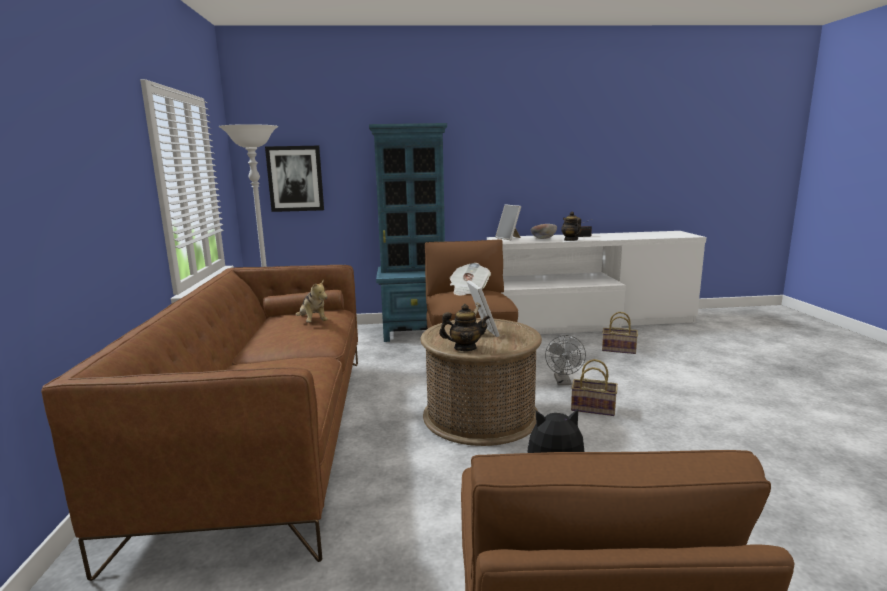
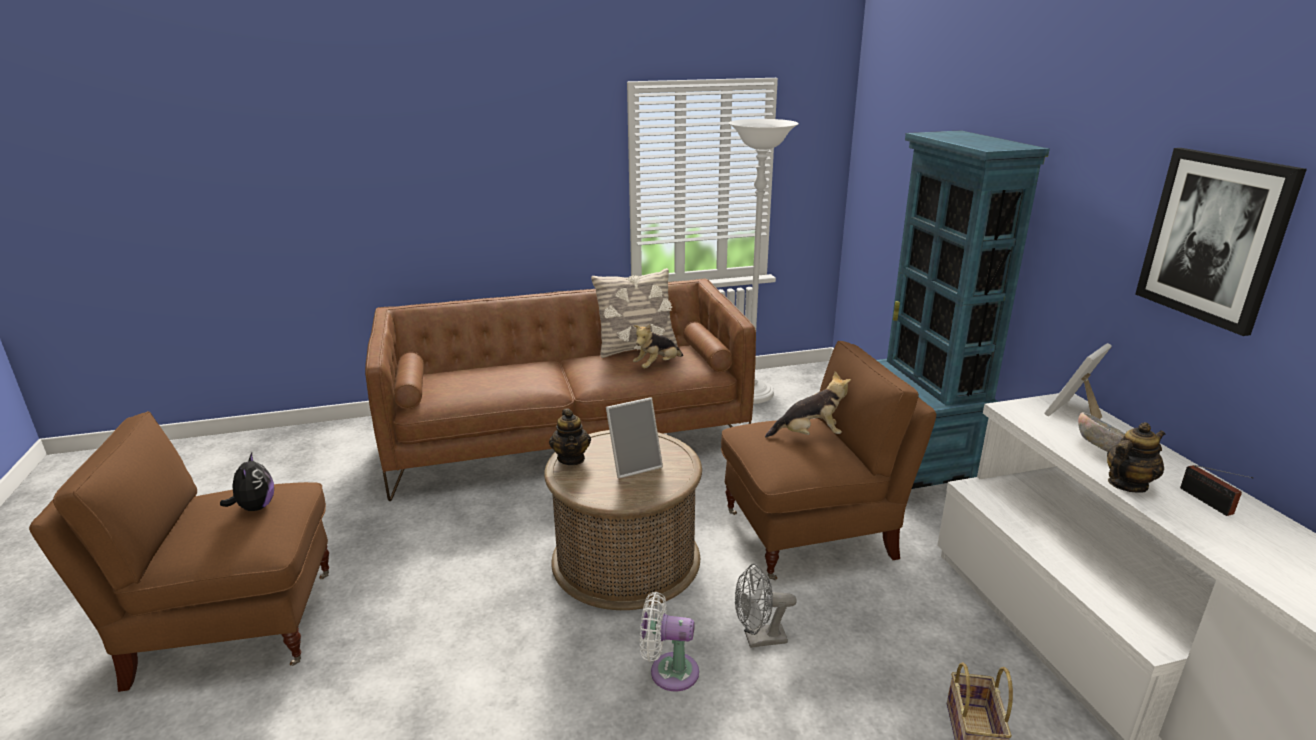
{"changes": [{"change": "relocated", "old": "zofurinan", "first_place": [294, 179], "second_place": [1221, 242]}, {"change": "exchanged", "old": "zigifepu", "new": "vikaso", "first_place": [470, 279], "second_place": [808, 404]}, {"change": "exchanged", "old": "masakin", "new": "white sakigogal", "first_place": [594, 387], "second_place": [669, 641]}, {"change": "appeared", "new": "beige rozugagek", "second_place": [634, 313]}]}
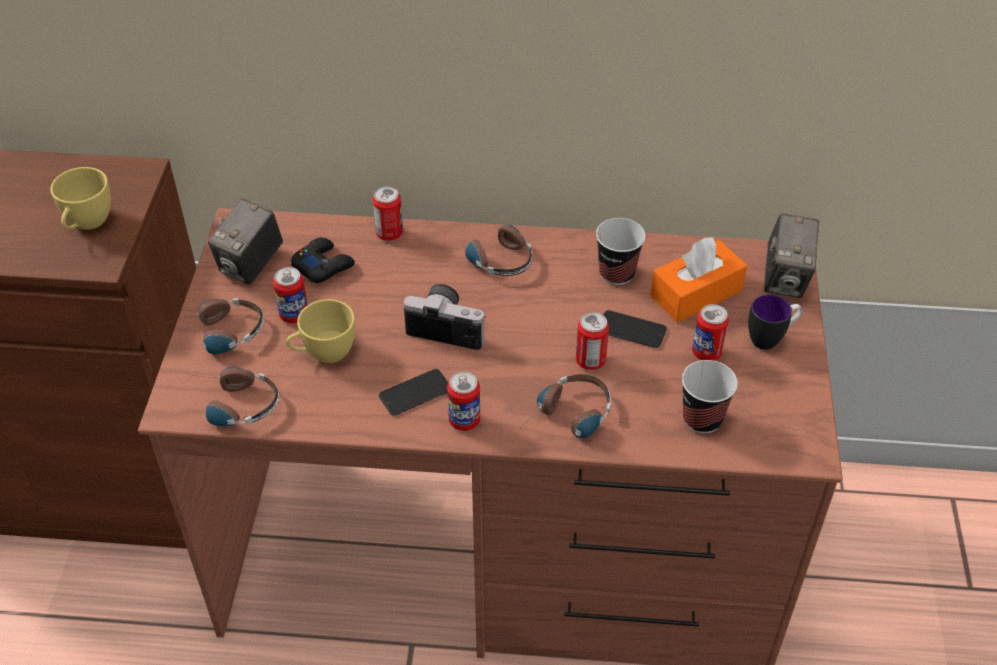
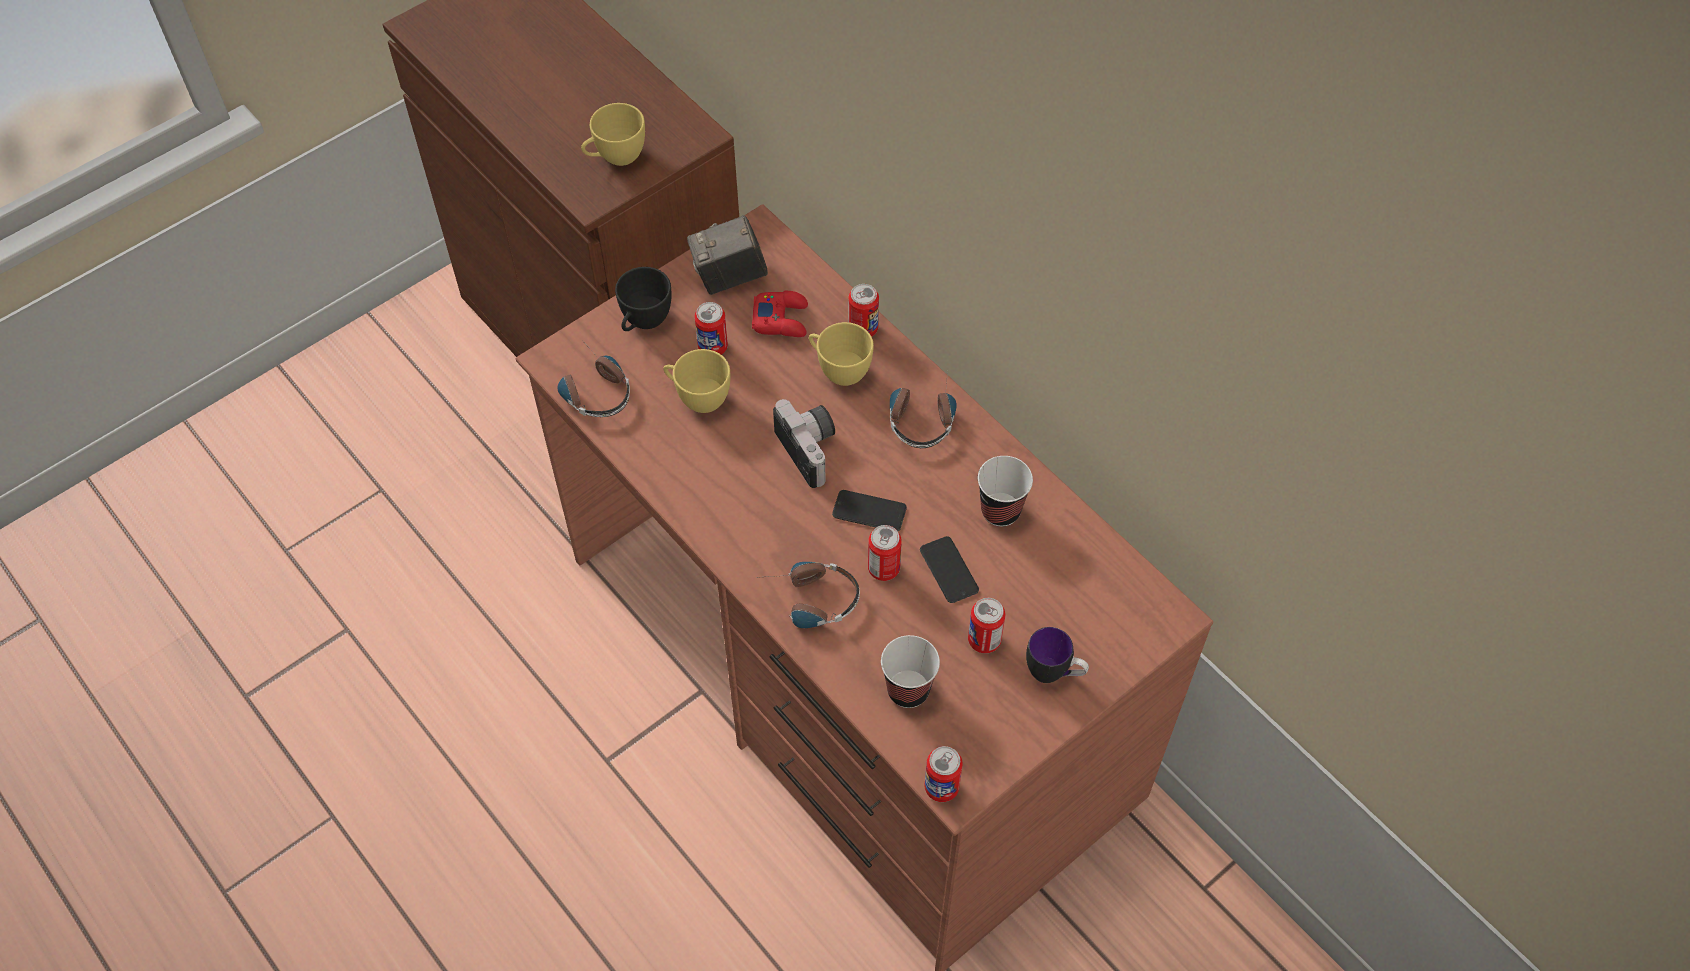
{"changes": [{"change": "exchanged", "old": "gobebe", "new": "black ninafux", "first_place": [215, 326], "second_place": [643, 299]}, {"change": "colour", "old": "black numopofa", "new": "red numopofa", "first_place": [323, 260], "second_place": [780, 314]}, {"change": "relocated", "old": "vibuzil", "first_place": [413, 392], "second_place": [869, 510]}, {"change": "relocated", "old": "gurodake", "first_place": [463, 401], "second_place": [943, 774]}, {"change": "missing", "old": "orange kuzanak", "first_place": [698, 280]}, {"change": "missing", "old": "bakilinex", "first_place": [792, 255]}, {"change": "appeared", "new": "yellow ninafux", "second_place": [841, 354]}]}
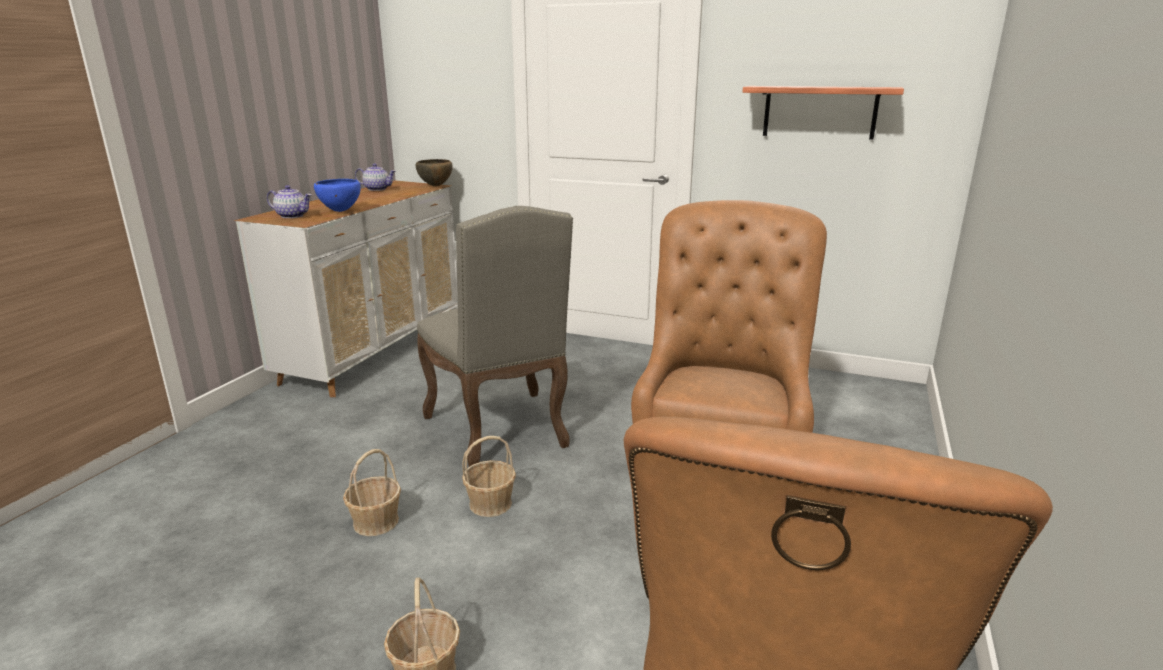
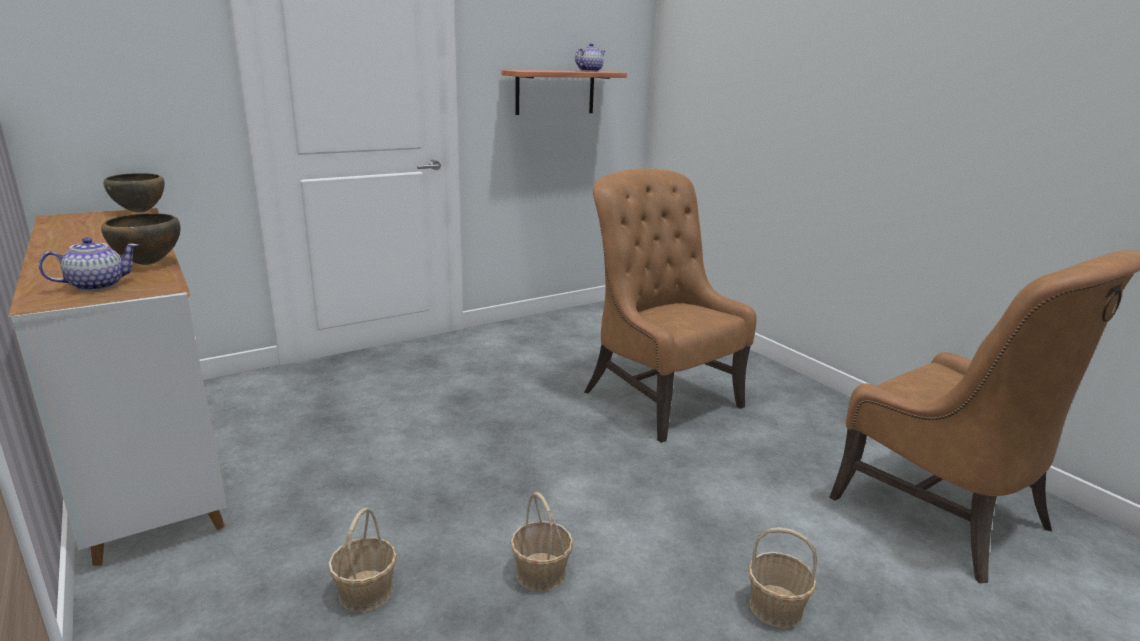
{"changes": [{"change": "colour", "old": "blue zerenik", "new": "brown zerenik", "first_place": [337, 195], "second_place": [141, 239]}, {"change": "relocated", "old": "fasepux", "first_place": [375, 177], "second_place": [590, 57]}, {"change": "missing", "old": "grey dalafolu", "first_place": [495, 336]}, {"change": "relocated", "old": "masakin", "first_place": [489, 476], "second_place": [362, 559]}]}
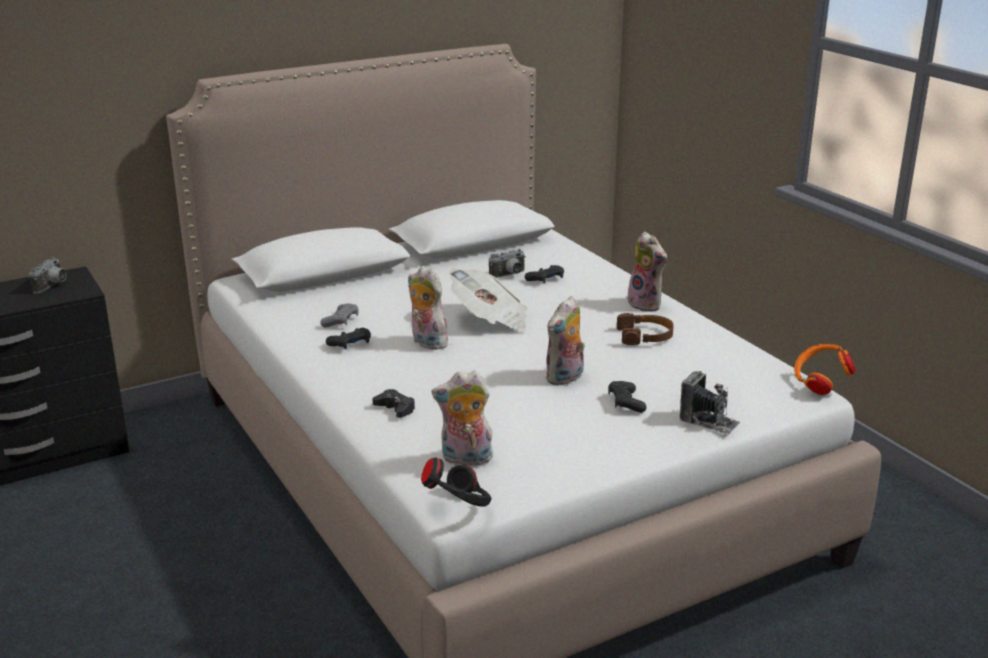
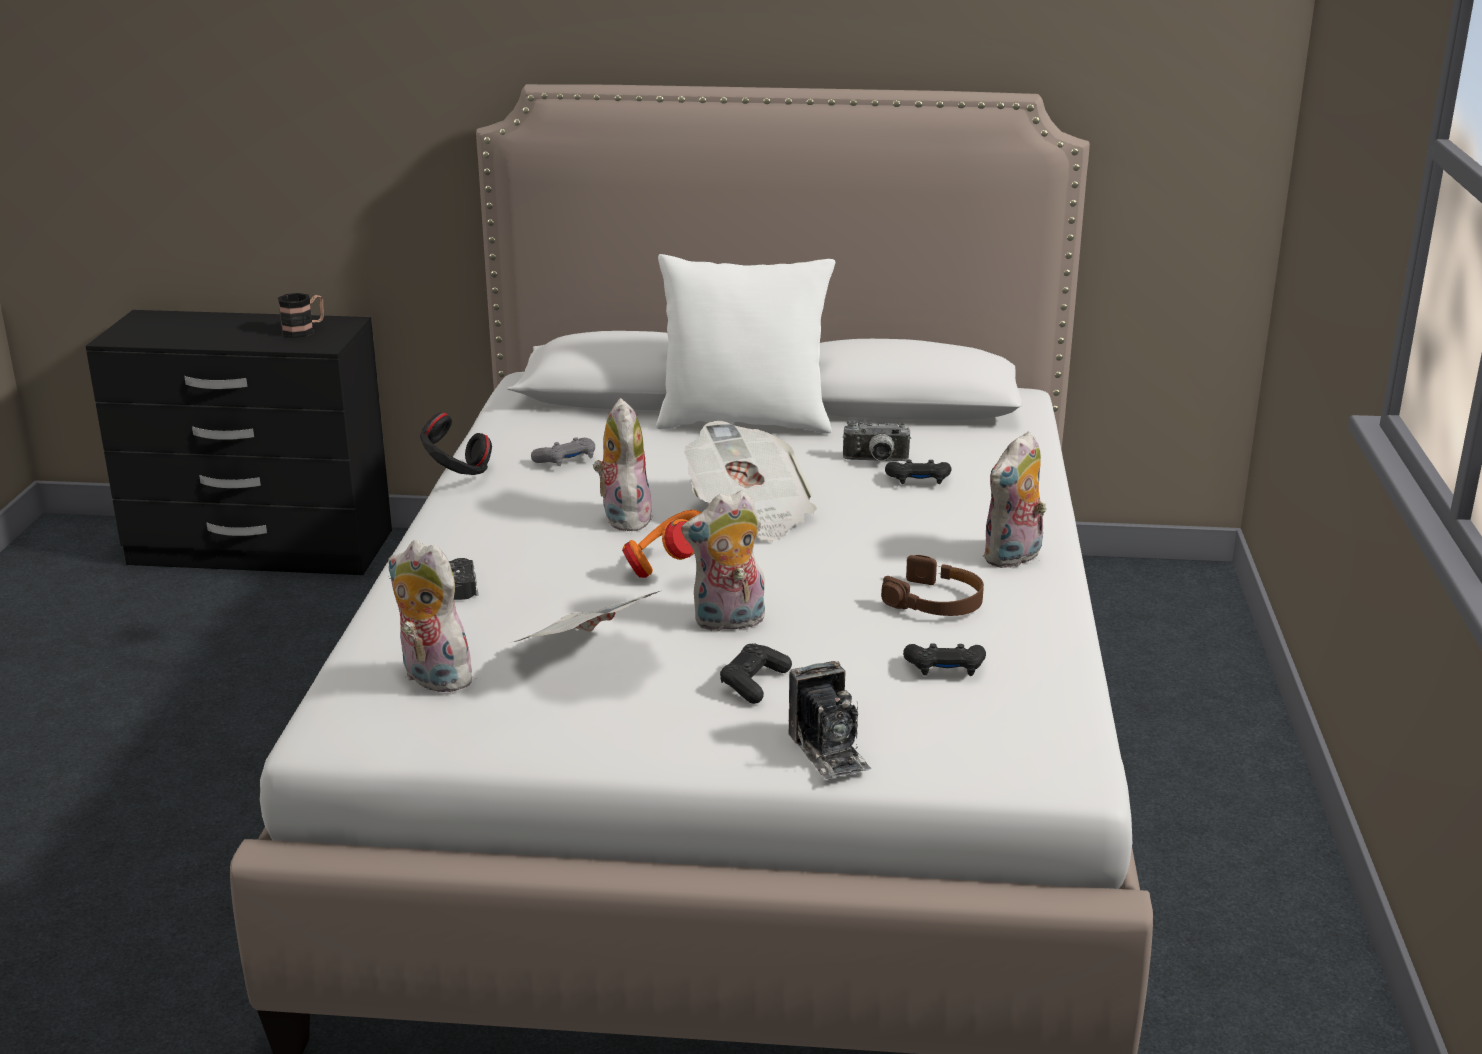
{"changes": [{"change": "exchanged", "old": "bakilinex", "new": "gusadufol", "first_place": [48, 275], "second_place": [301, 315]}, {"change": "relocated", "old": "black numopofa", "first_place": [348, 338], "second_place": [944, 659]}, {"change": "relocated", "old": "black gobebe", "first_place": [456, 482], "second_place": [456, 444]}, {"change": "spun", "old": "vikaso", "first_place": [647, 272], "second_place": [1014, 499], "degrees": 45}, {"change": "relocated", "old": "orange gobebe", "first_place": [825, 369], "second_place": [662, 544]}, {"change": "appeared", "new": "zigifepu", "second_place": [585, 617]}, {"change": "appeared", "new": "white rozugagek", "second_place": [745, 344]}]}
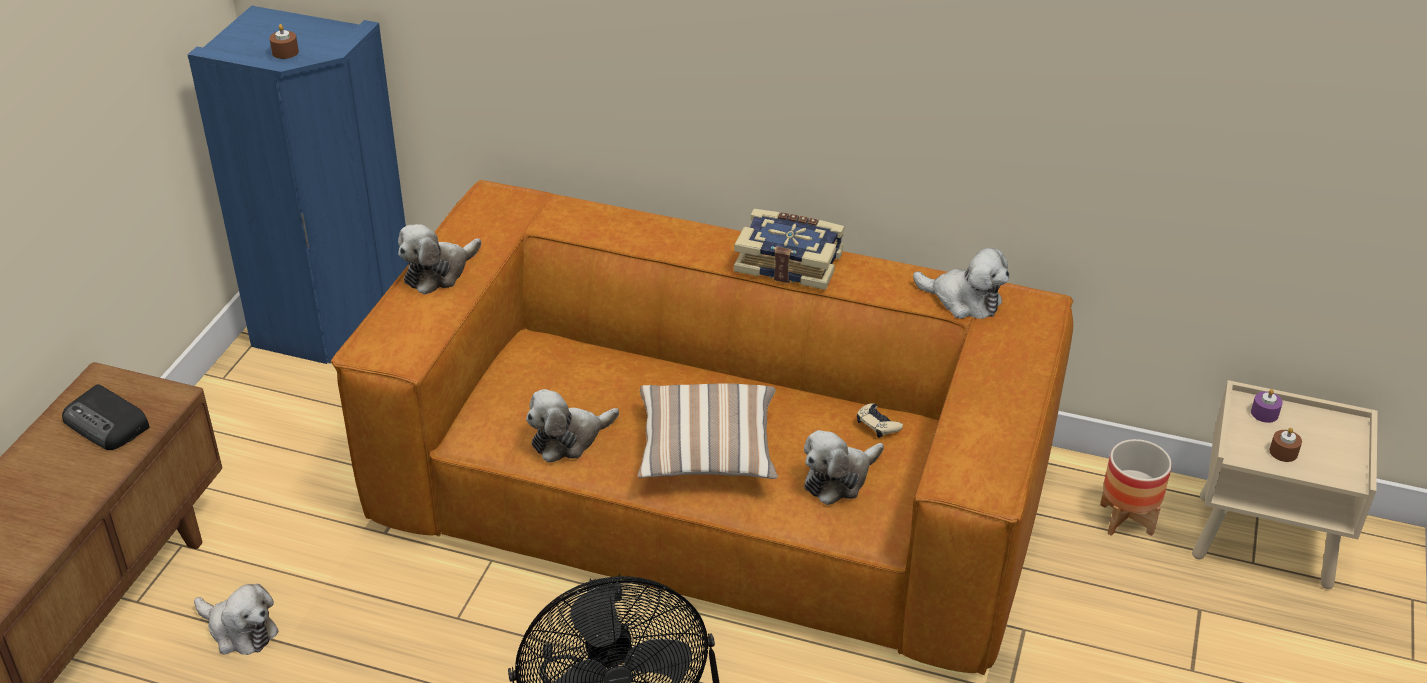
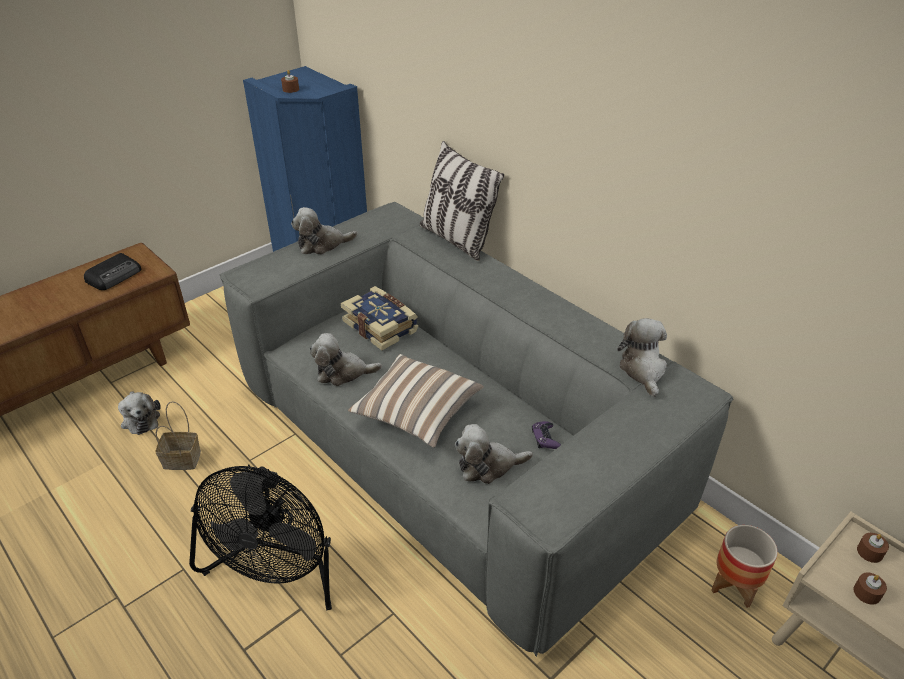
{"changes": [{"change": "spun", "old": "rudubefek", "first_place": [106, 417], "second_place": [112, 271], "degrees": -120}, {"change": "colour", "old": "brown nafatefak", "new": "grey nafatefak", "first_place": [702, 427], "second_place": [476, 429]}, {"change": "relocated", "old": "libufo", "first_place": [789, 249], "second_place": [379, 318]}, {"change": "colour", "old": "beige numopofa", "new": "purple numopofa", "first_place": [880, 420], "second_place": [546, 435]}, {"change": "spun", "old": "vikaso", "first_place": [961, 283], "second_place": [642, 357], "degrees": -150}, {"change": "colour", "old": "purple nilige", "new": "brown nilige", "first_place": [1267, 406], "second_place": [873, 548]}, {"change": "appeared", "new": "masakin", "second_place": [178, 435]}, {"change": "appeared", "new": "rozugagek", "second_place": [462, 201]}]}
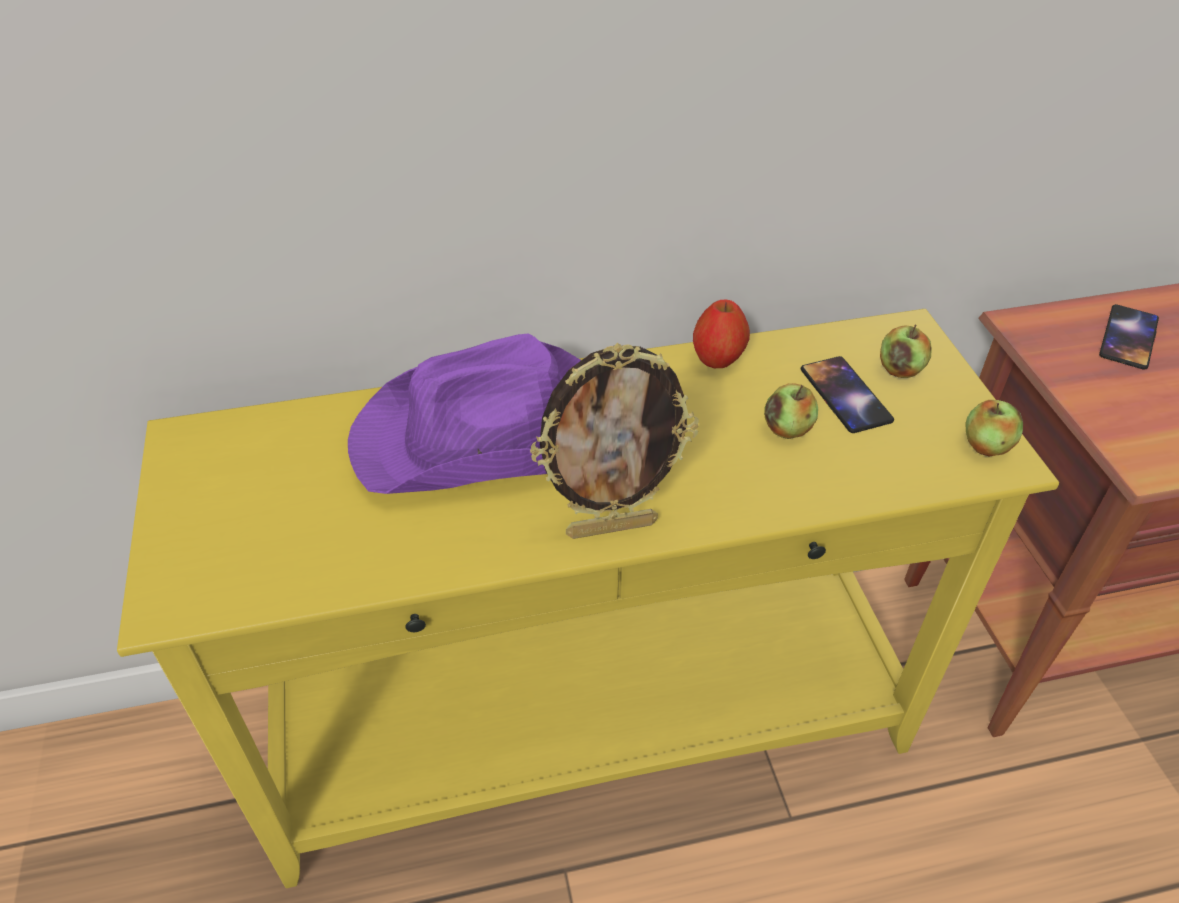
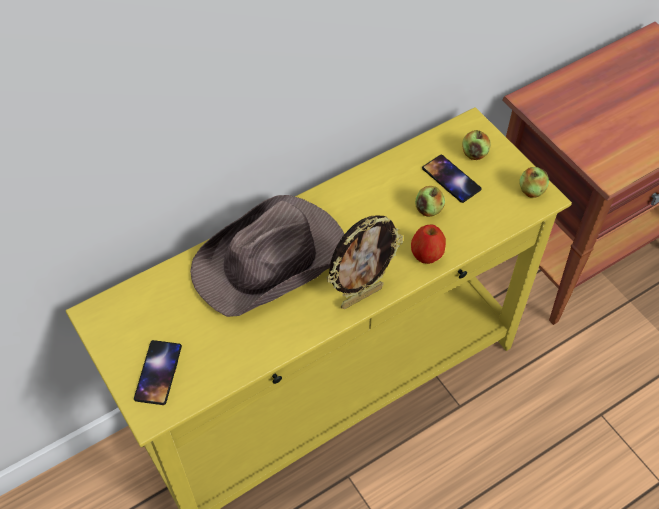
{"changes": [{"change": "colour", "old": "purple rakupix", "new": "brown rakupix", "first_place": [464, 414], "second_place": [267, 256]}, {"change": "relocated", "old": "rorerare", "first_place": [721, 334], "second_place": [428, 244]}, {"change": "relocated", "old": "vibuzil", "first_place": [1129, 337], "second_place": [158, 372]}]}
